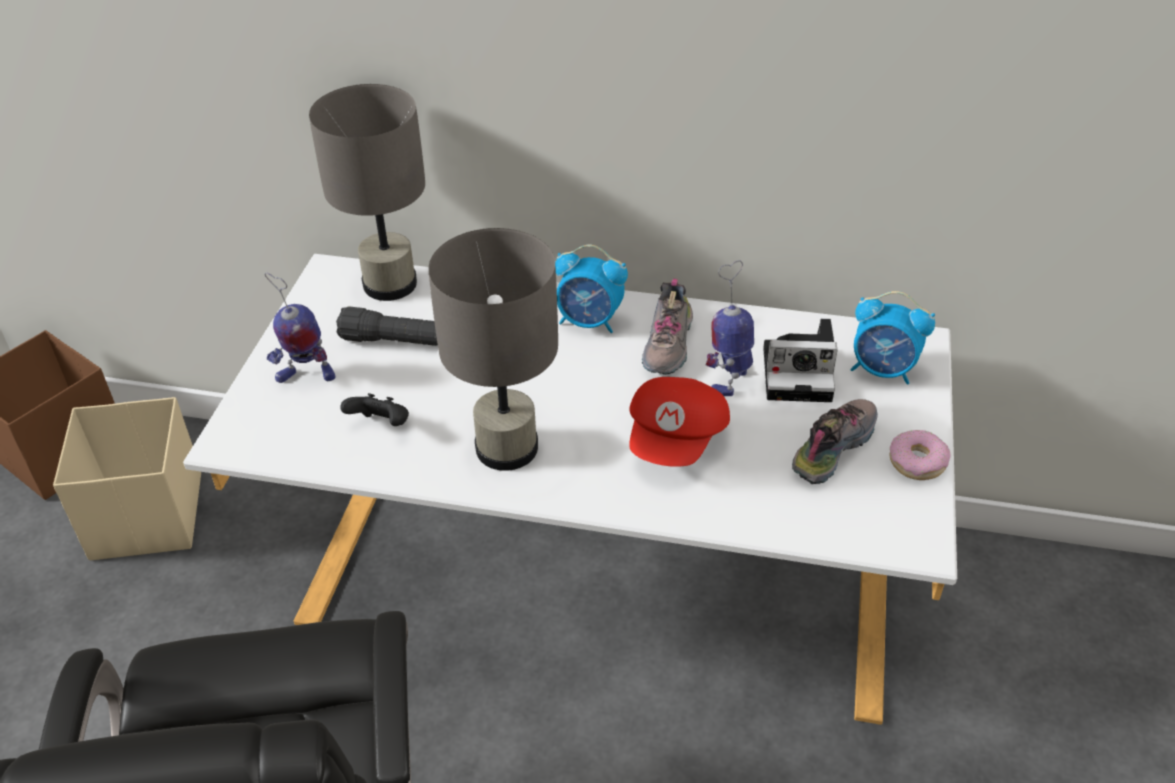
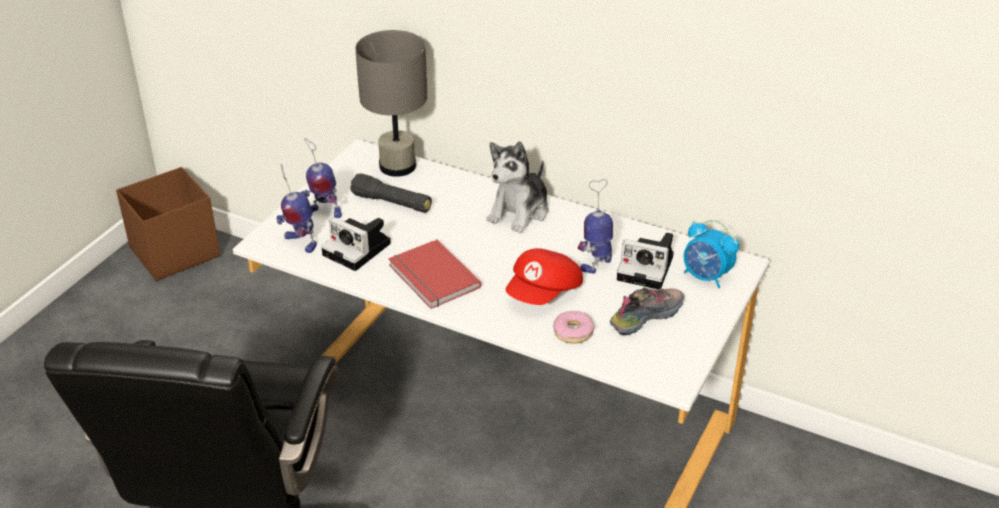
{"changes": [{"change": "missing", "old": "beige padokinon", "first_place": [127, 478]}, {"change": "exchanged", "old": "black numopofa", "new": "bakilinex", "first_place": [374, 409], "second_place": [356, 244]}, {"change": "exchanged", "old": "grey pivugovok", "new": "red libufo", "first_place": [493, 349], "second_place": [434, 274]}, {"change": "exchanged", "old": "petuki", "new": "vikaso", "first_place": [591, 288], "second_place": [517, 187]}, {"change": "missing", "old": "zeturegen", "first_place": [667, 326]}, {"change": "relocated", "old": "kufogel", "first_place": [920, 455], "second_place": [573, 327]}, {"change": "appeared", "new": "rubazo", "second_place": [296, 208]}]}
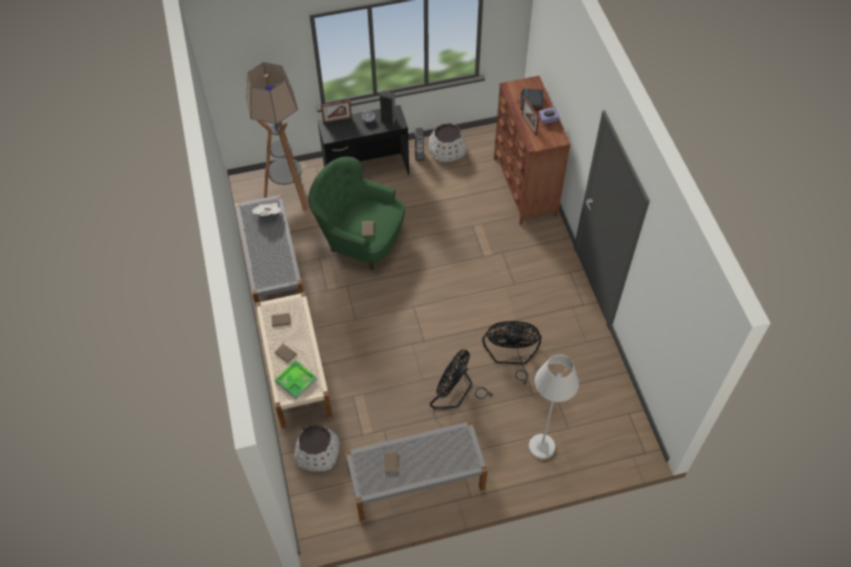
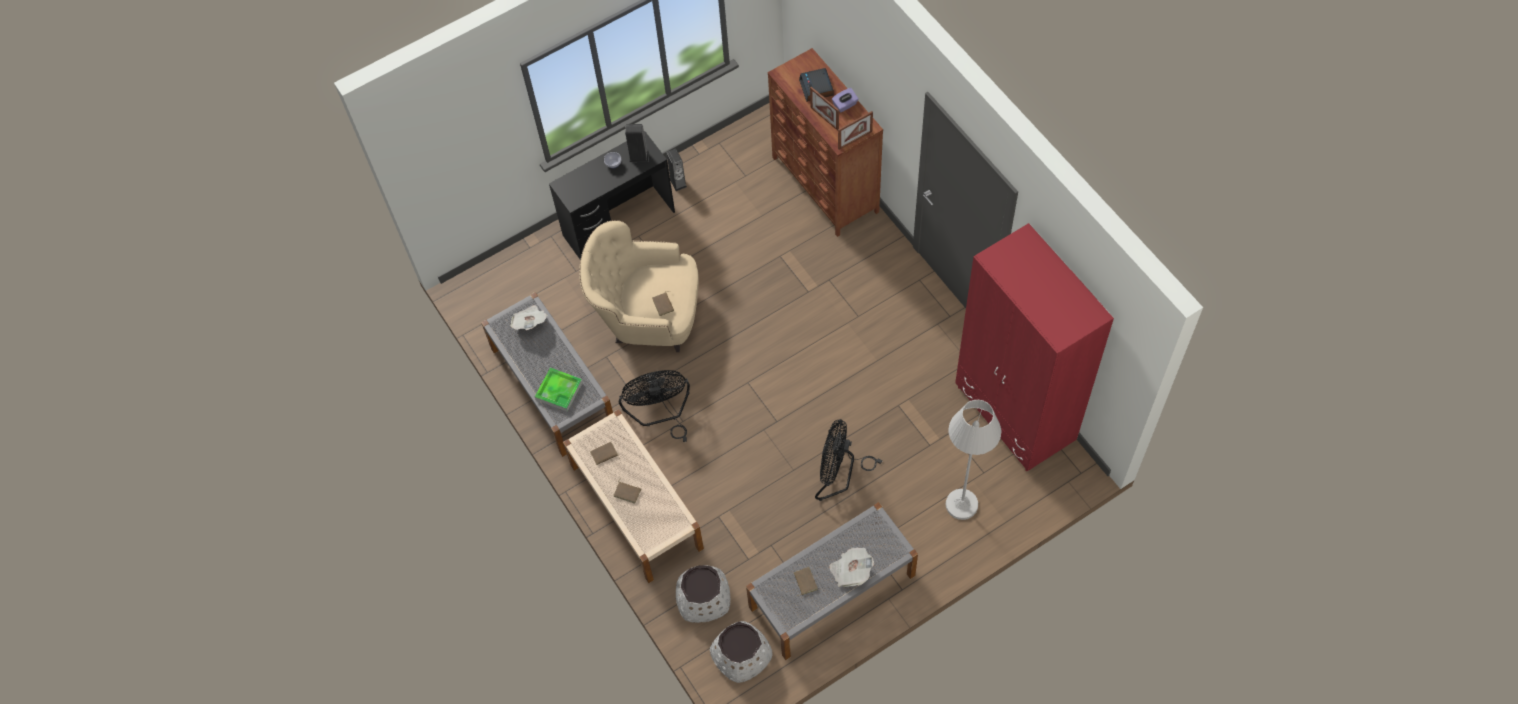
{"changes": [{"change": "missing", "old": "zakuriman", "first_place": [277, 136]}, {"change": "relocated", "old": "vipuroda", "first_place": [296, 379], "second_place": [559, 390]}, {"change": "colour", "old": "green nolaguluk", "new": "beige nolaguluk", "first_place": [356, 214], "second_place": [639, 286]}, {"change": "relocated", "old": "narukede", "first_place": [336, 111], "second_place": [855, 130]}, {"change": "relocated", "old": "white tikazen", "first_place": [447, 142], "second_place": [741, 652]}, {"change": "relocated", "old": "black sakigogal", "first_place": [512, 353], "second_place": [654, 406]}, {"change": "appeared", "new": "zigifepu", "second_place": [851, 567]}, {"change": "appeared", "new": "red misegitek", "second_place": [1034, 347]}]}
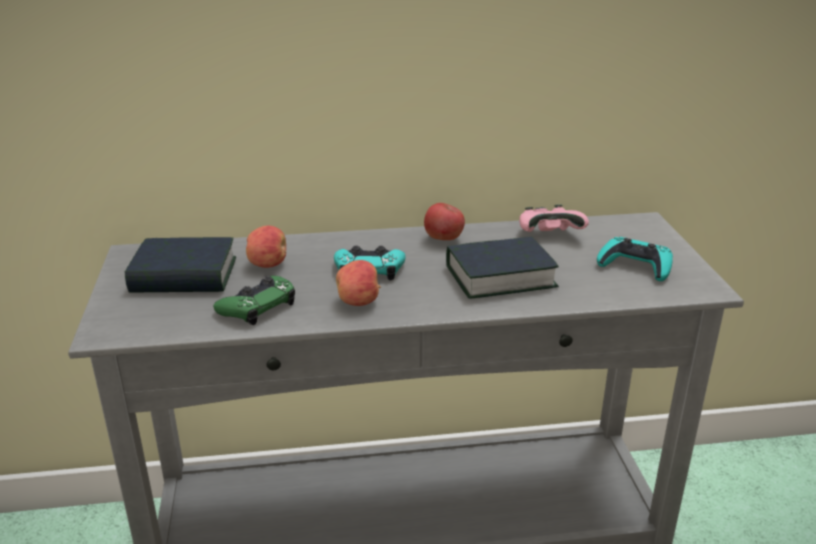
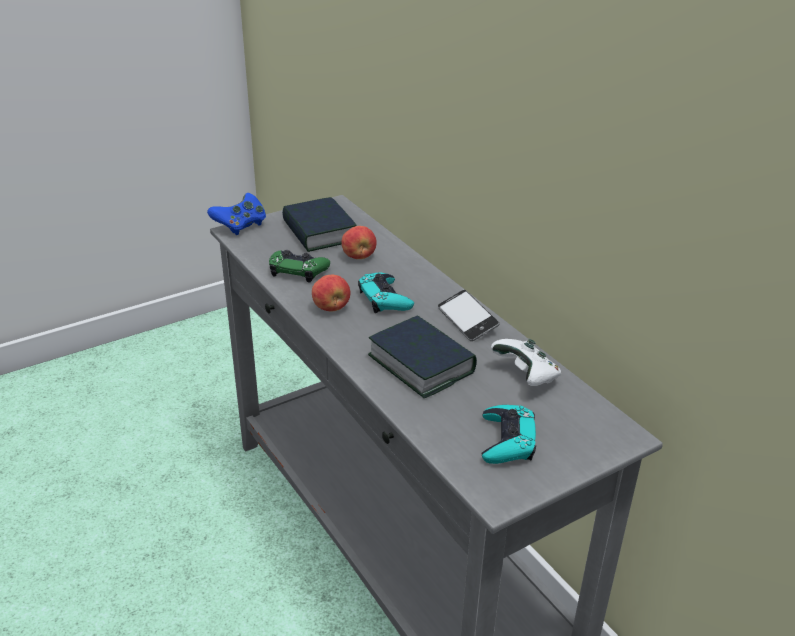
{"changes": [{"change": "exchanged", "old": "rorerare", "new": "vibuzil", "first_place": [444, 221], "second_place": [468, 315]}, {"change": "colour", "old": "pink numopofa", "new": "white numopofa", "first_place": [554, 218], "second_place": [526, 362]}, {"change": "appeared", "new": "blue numopofa", "second_place": [236, 214]}]}
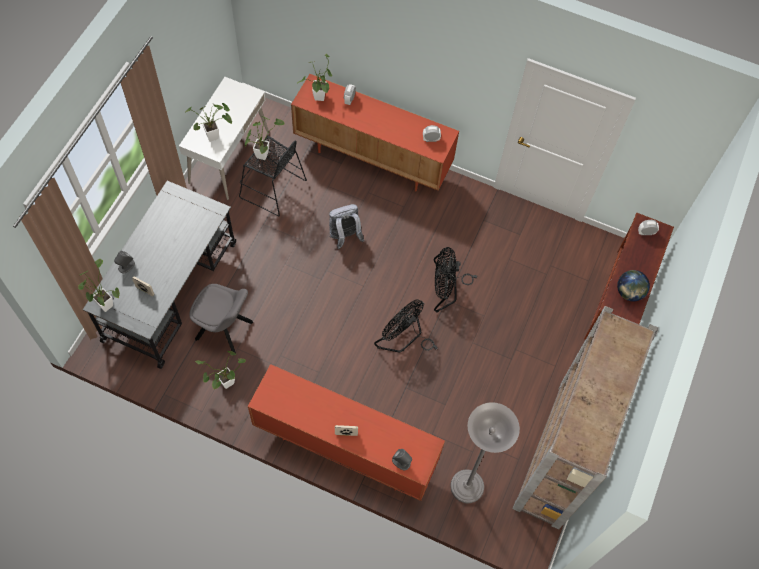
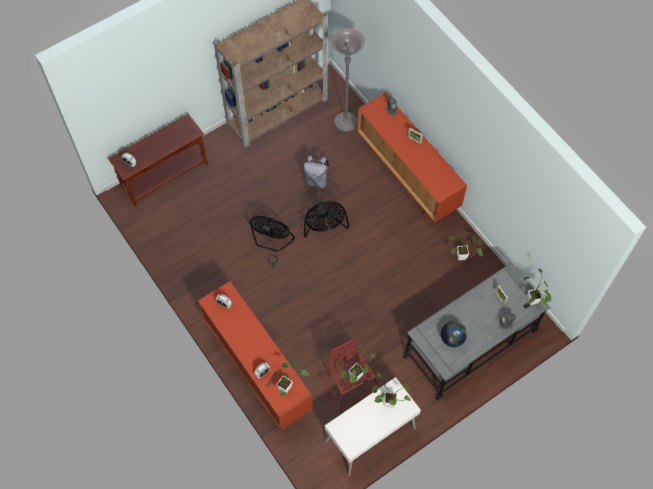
{"changes": [{"change": "missing", "old": "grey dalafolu", "first_place": [221, 318]}, {"change": "colour", "old": "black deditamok", "new": "red deditamok", "first_place": [273, 175], "second_place": [349, 378]}, {"change": "relocated", "old": "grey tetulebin", "first_place": [347, 226], "second_place": [316, 171]}, {"change": "spun", "old": "black sakigogal", "first_place": [456, 279], "second_place": [271, 241], "degrees": -105}, {"change": "relocated", "old": "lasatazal", "first_place": [633, 286], "second_place": [454, 334]}]}
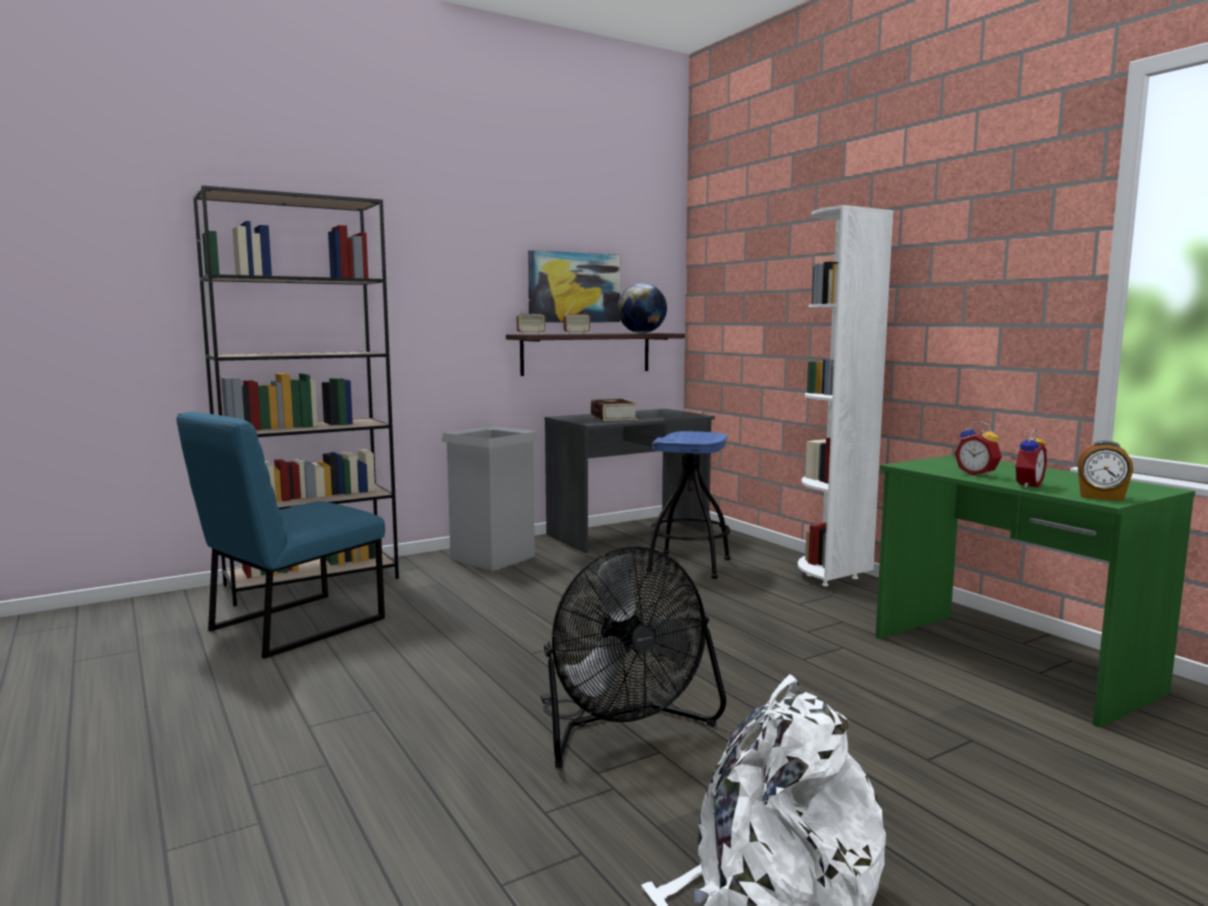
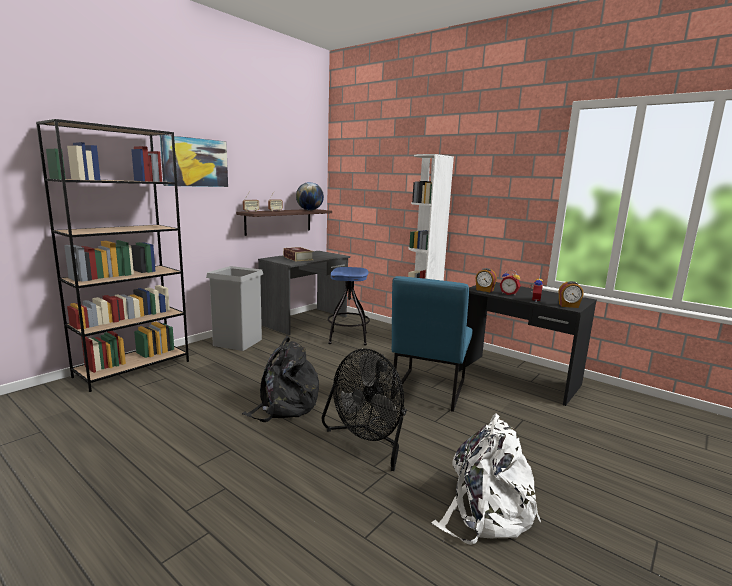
{"changes": [{"change": "relocated", "old": "blue dalafolu", "first_place": [280, 535], "second_place": [432, 344]}, {"change": "relocated", "old": "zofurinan", "first_place": [574, 286], "second_place": [194, 161]}, {"change": "spun", "old": "black sakigogal", "first_place": [633, 657], "second_place": [364, 410], "degrees": 90}, {"change": "colour", "old": "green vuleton", "new": "black vuleton", "first_place": [1035, 591], "second_place": [527, 344]}, {"change": "appeared", "new": "black tetulebin", "second_place": [280, 379]}, {"change": "appeared", "new": "petuki", "second_place": [486, 280]}]}
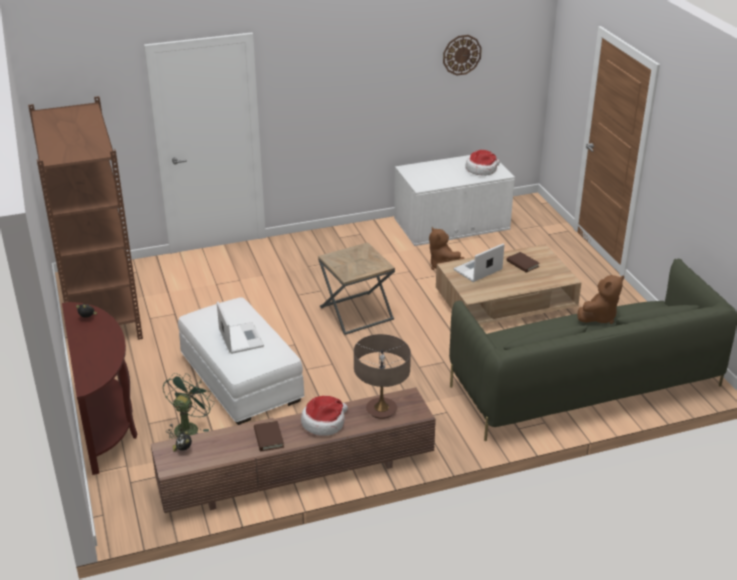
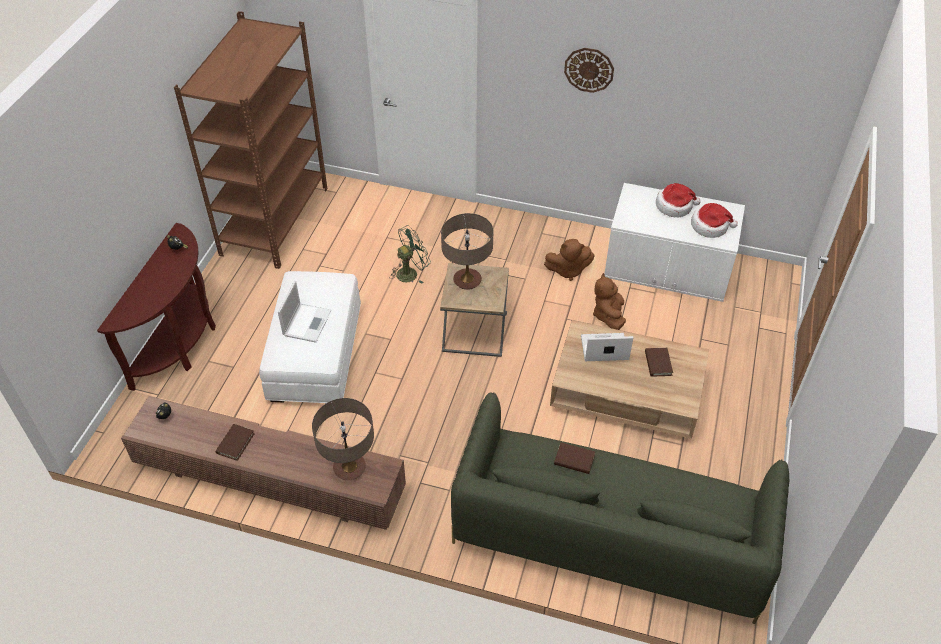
{"changes": [{"change": "relocated", "old": "green sakigogal", "first_place": [188, 406], "second_place": [410, 254]}, {"change": "relocated", "old": "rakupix", "first_place": [324, 416], "second_place": [678, 200]}, {"change": "relocated", "old": "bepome", "first_place": [462, 55], "second_place": [589, 70]}, {"change": "relocated", "old": "brown vikaso", "first_place": [600, 299], "second_place": [569, 260]}, {"change": "appeared", "new": "pivugovok", "second_place": [467, 251]}, {"change": "appeared", "new": "brown libufo", "second_place": [574, 458]}]}
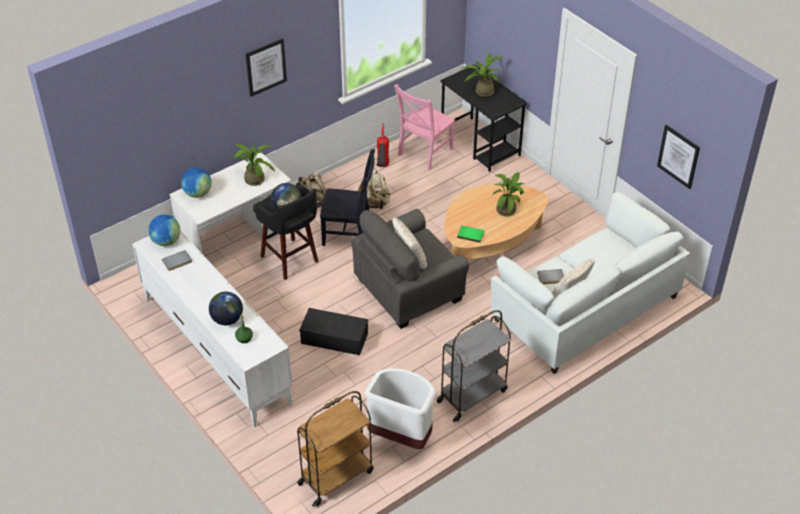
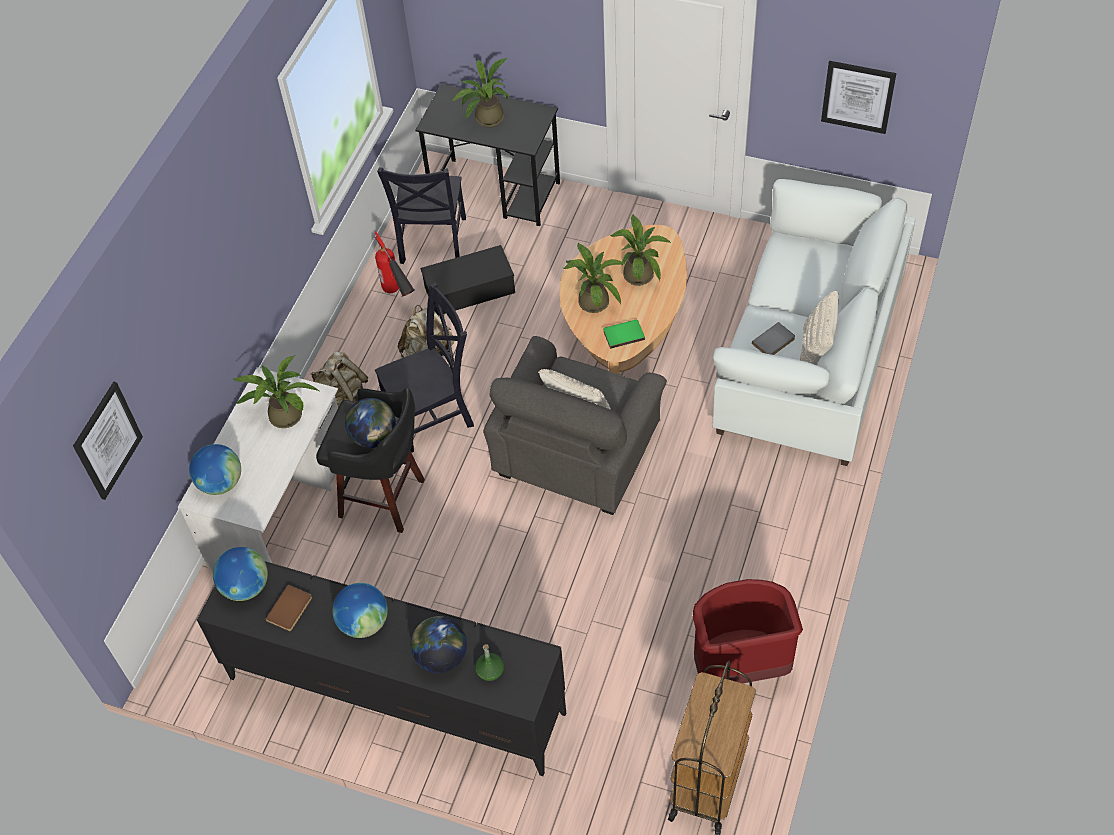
{"changes": [{"change": "colour", "old": "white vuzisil", "new": "black vuzisil", "first_place": [212, 329], "second_place": [381, 668]}, {"change": "colour", "old": "grey libufo", "new": "brown libufo", "first_place": [177, 260], "second_place": [288, 607]}, {"change": "relocated", "old": "zofurinan", "first_place": [266, 67], "second_place": [108, 440]}, {"change": "relocated", "old": "black padokinon", "first_place": [333, 331], "second_place": [468, 280]}, {"change": "colour", "old": "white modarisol", "new": "red modarisol", "first_place": [400, 408], "second_place": [748, 631]}, {"change": "colour", "old": "pink dalafolu", "new": "black dalafolu", "first_place": [424, 127], "second_place": [421, 215]}, {"change": "missing", "old": "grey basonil", "first_place": [474, 366]}, {"change": "appeared", "new": "lasatazal", "second_place": [360, 610]}, {"change": "appeared", "new": "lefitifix", "second_place": [595, 278]}]}
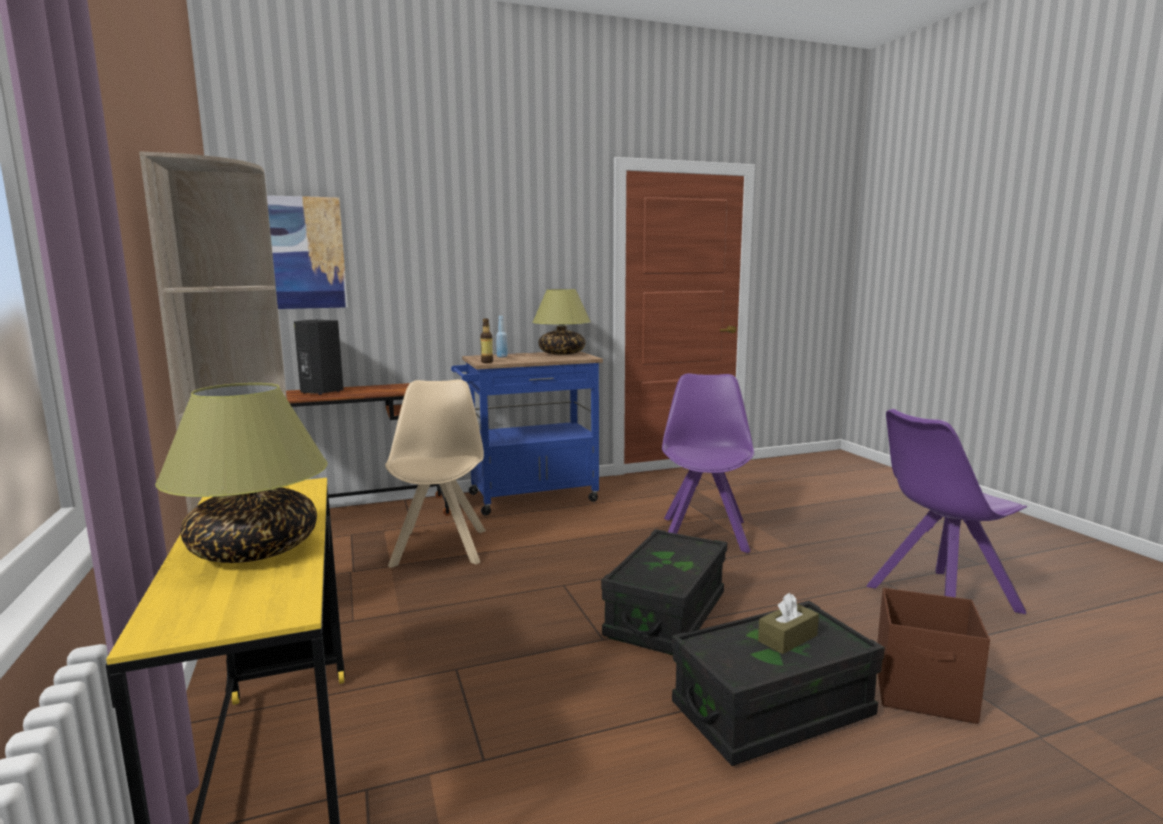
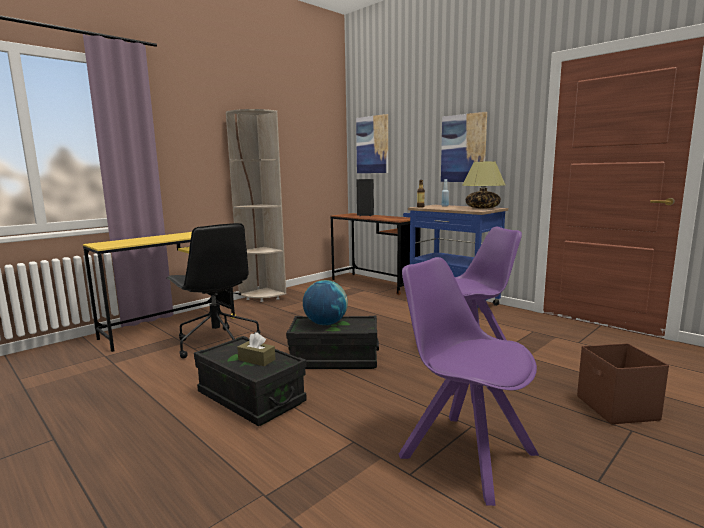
{"changes": [{"change": "missing", "old": "pivugovok", "first_place": [241, 473]}, {"change": "missing", "old": "beige dalafolu", "first_place": [435, 473]}, {"change": "relocated", "old": "brown padokinon", "first_place": [933, 656], "second_place": [623, 383]}, {"change": "appeared", "new": "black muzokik", "second_place": [213, 291]}, {"change": "appeared", "new": "lasatazal", "second_place": [325, 302]}, {"change": "appeared", "new": "zofurinan", "second_place": [464, 147]}]}
